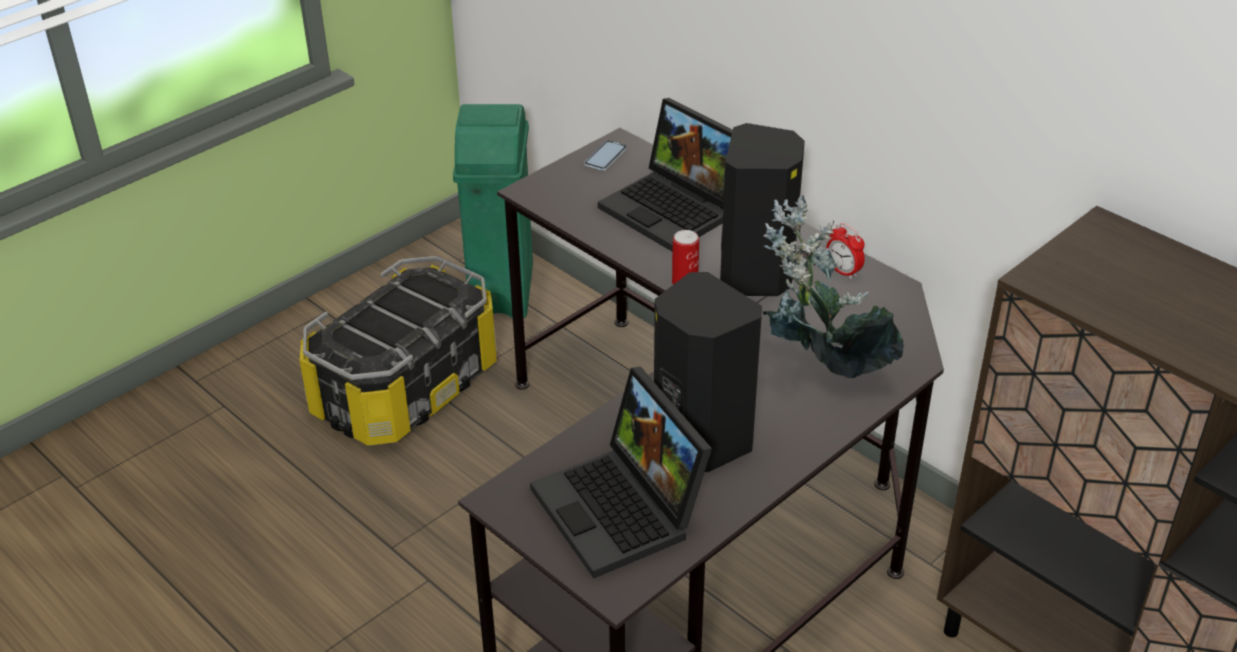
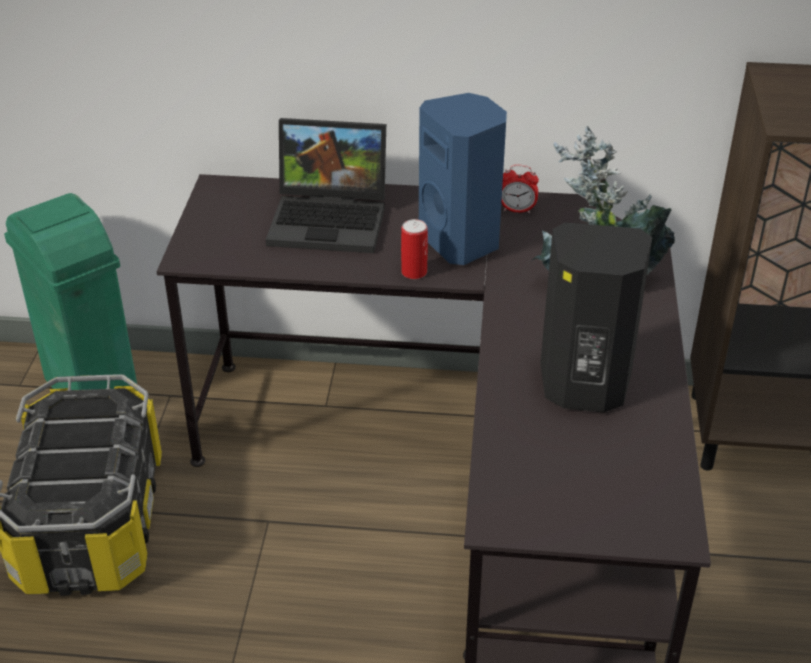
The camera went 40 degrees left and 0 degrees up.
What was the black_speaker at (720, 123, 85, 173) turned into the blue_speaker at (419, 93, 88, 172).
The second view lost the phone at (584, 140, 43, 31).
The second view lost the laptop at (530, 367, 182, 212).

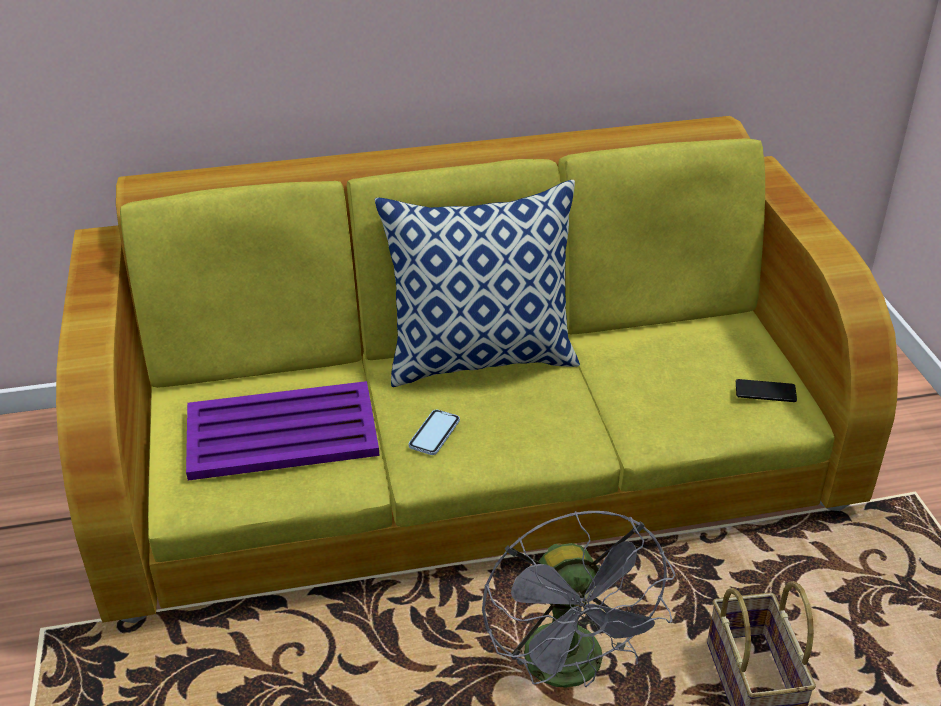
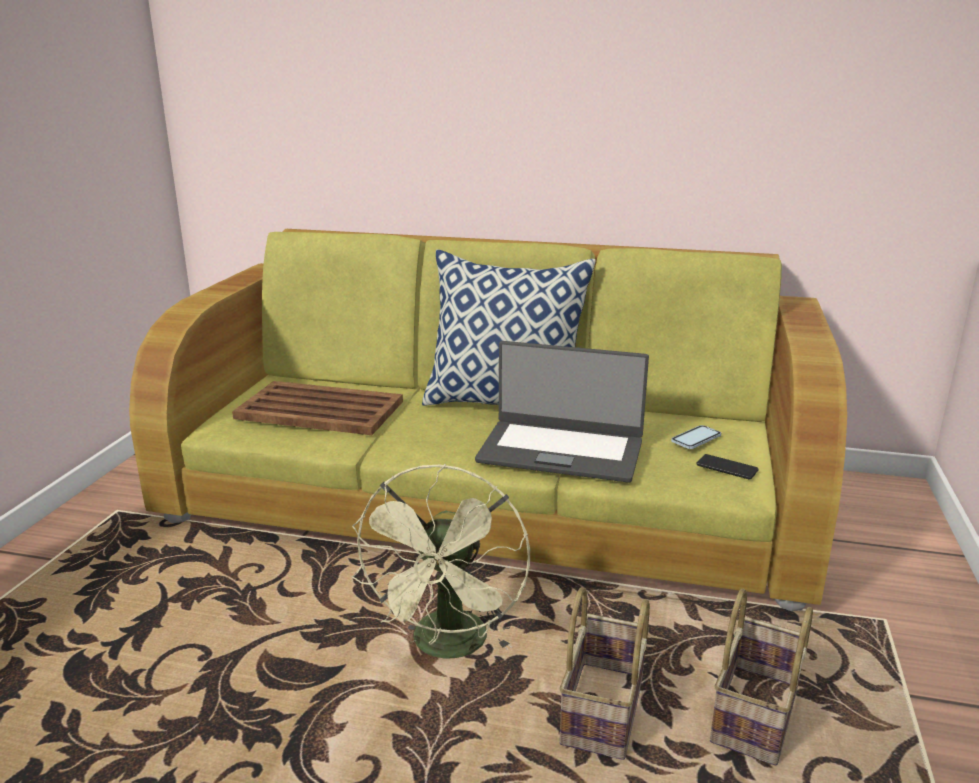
The camera went 25 degrees right and 15 degrees down.
What was the purple_tray at (186, 381, 193, 100) turned into the brown_tray at (232, 381, 171, 54).
The phone ended up elsewhere, having gone from (409, 410, 51, 45) to (671, 425, 50, 24).
What was the grey_fan at (482, 511, 193, 177) turned into the green_fan at (352, 464, 178, 195).
The second view gained the laptop at (475, 341, 174, 142).
The second view gained the basket at (710, 589, 103, 176).

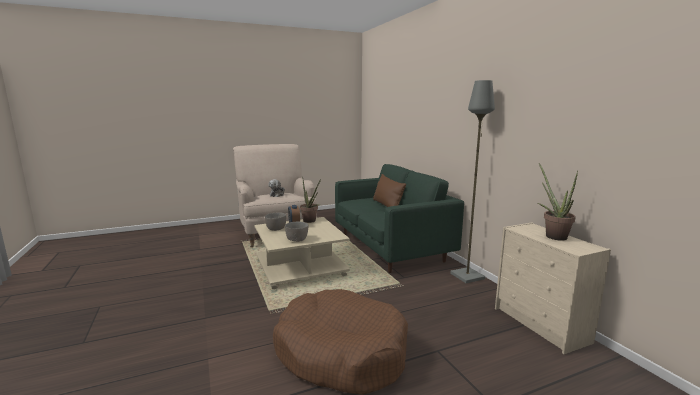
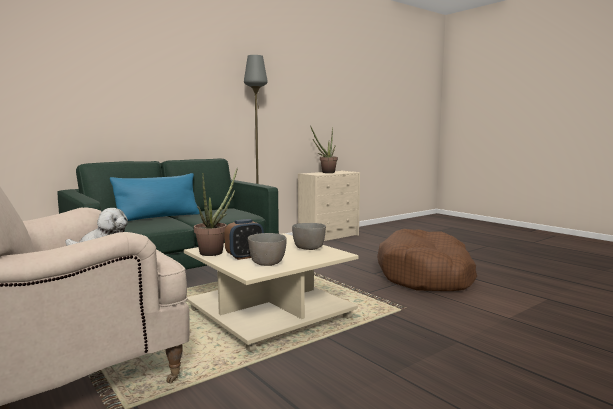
The camera went 105 degrees left and 5 degrees down.
What was the brown_pillow at (373, 174, 33, 33) turned into the blue_pillow at (110, 173, 90, 48).

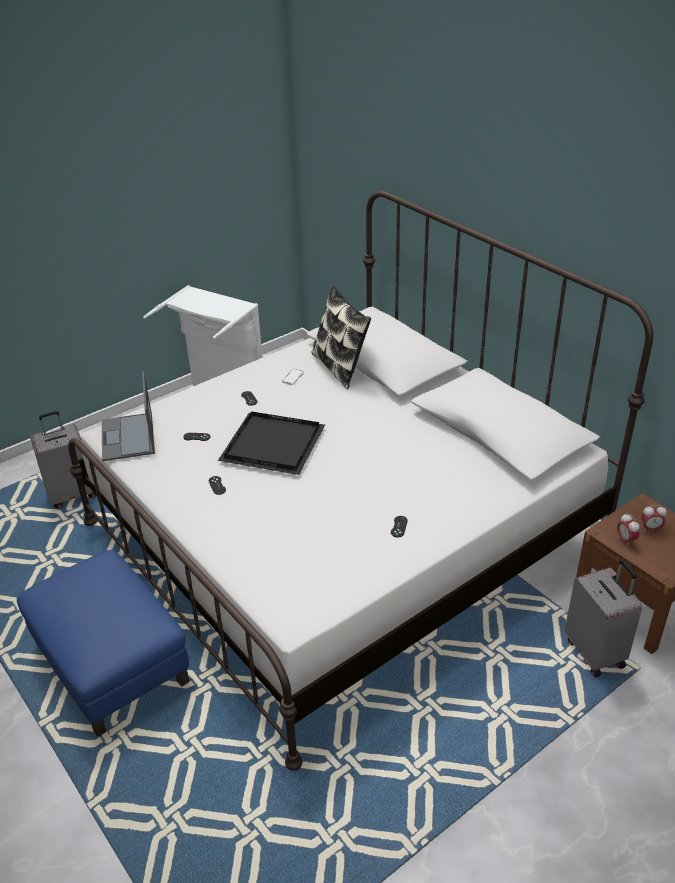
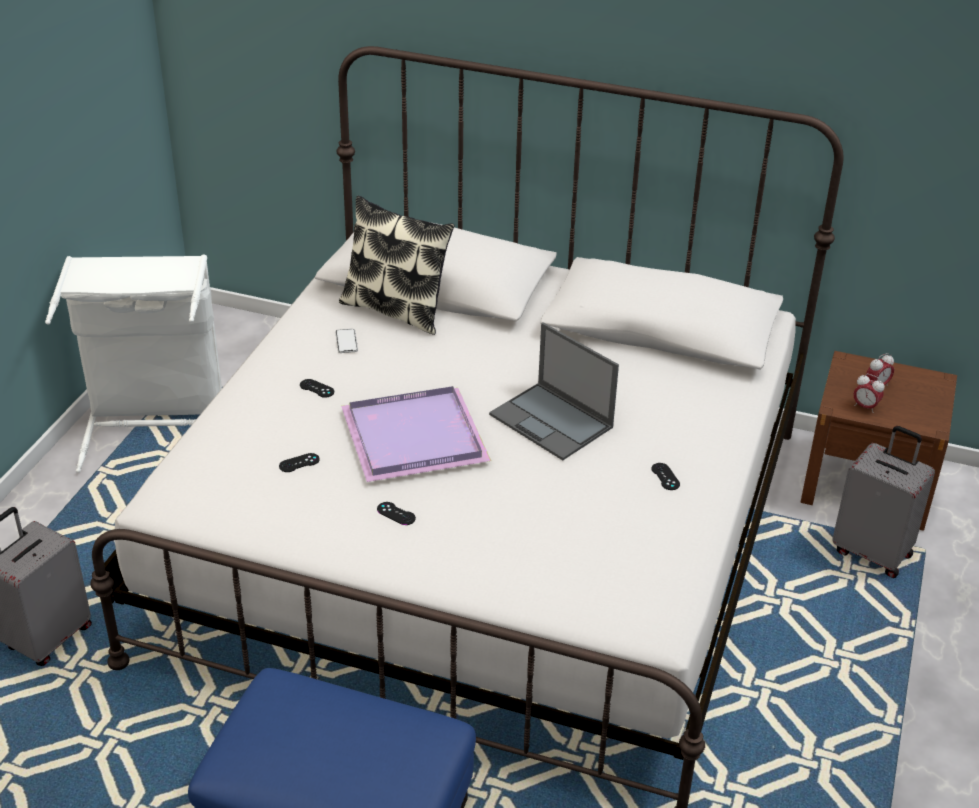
The camera went 35 degrees left and 0 degrees up.
The laptop ended up elsewhere, having gone from (102, 372, 53, 89) to (489, 322, 130, 138).
What was the black_tray at (218, 411, 107, 64) turned into the purple_tray at (341, 386, 150, 96).

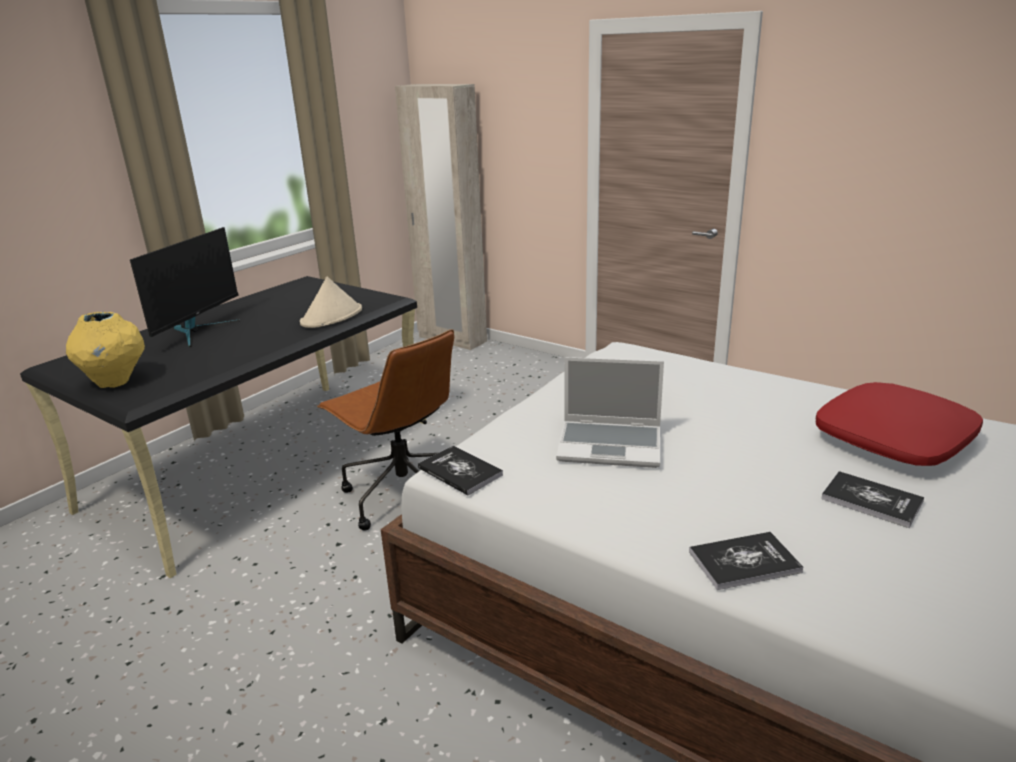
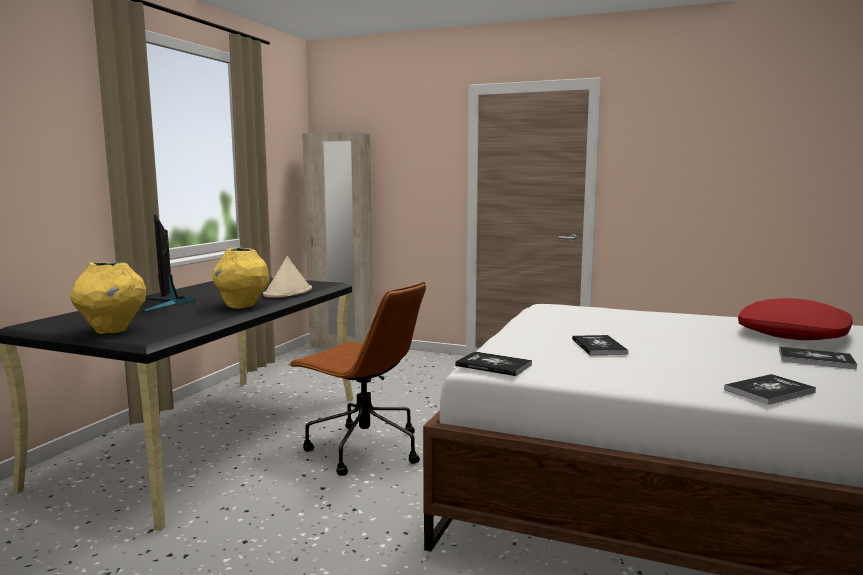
The camera went 15 degrees left and 15 degrees down.
The monitor at (130, 227, 110, 120) ended up facing another way, 150 degrees clockwise from before.
Where the laptop stood at (556, 357, 108, 111), the book came to stand at (572, 335, 57, 20).
The second view gained the yellow_vase at (213, 247, 56, 62).

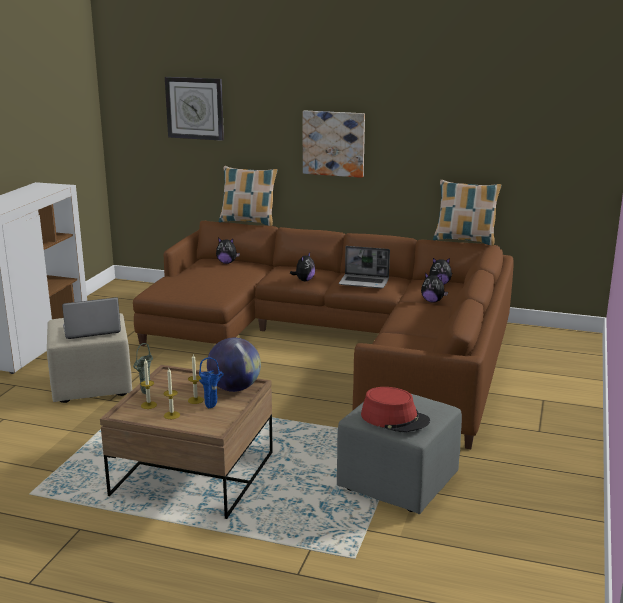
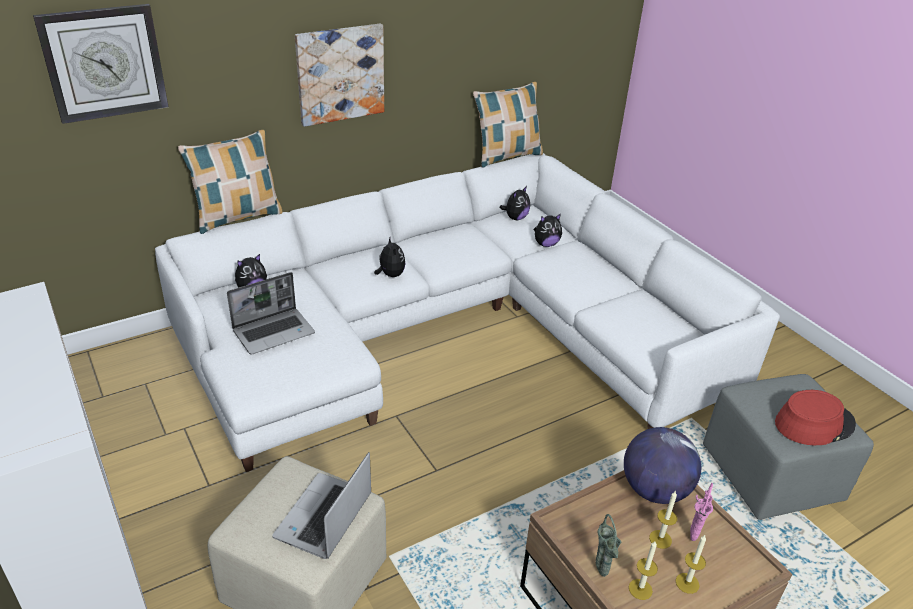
The camera went 50 degrees left and 15 degrees up.
What was the brown_sofa at (133, 221, 380, 228) turned into the white_sofa at (155, 153, 625, 319).
The laptop ended up elsewhere, having gone from (339, 246, 51, 42) to (227, 272, 88, 83).
What was the blue_vase at (199, 357, 25, 51) turned into the pink_vase at (690, 483, 23, 58).

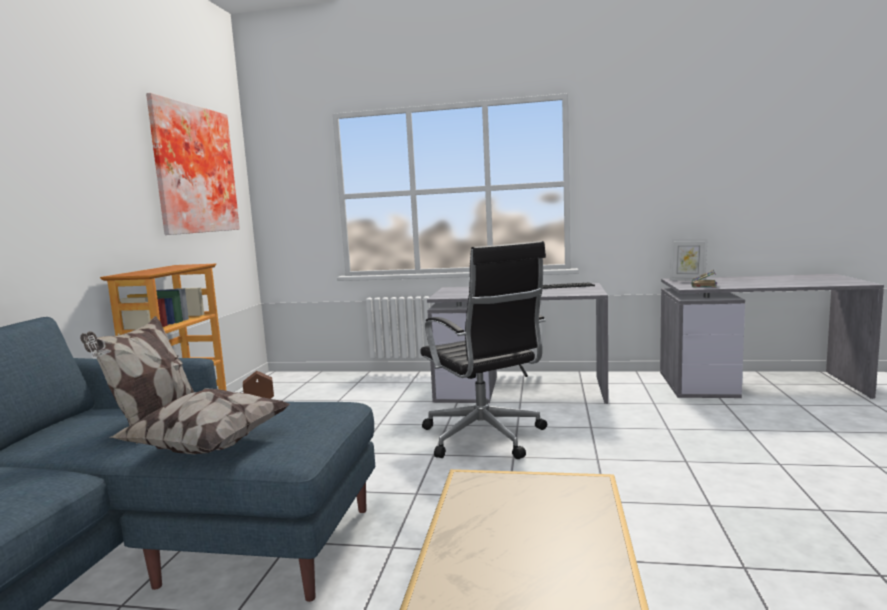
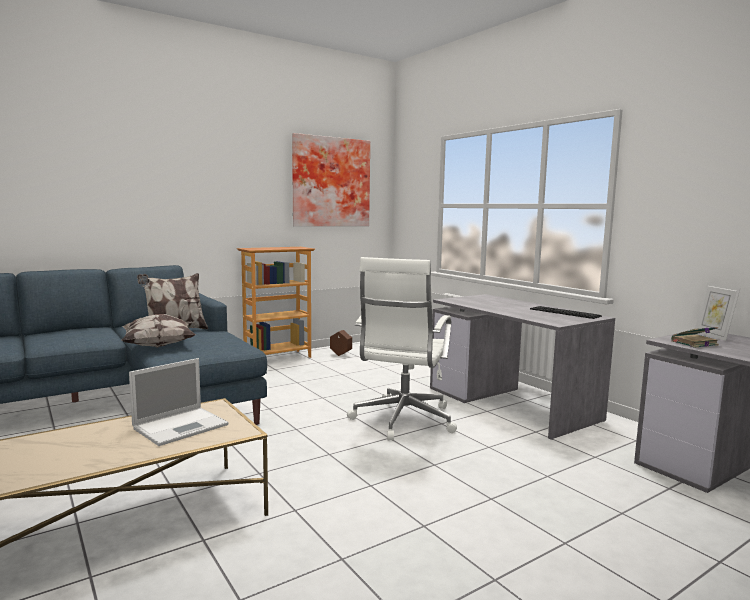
The camera went 45 degrees right and 0 degrees up.
What was the black_office_chair at (420, 241, 127, 218) turned into the white_office_chair at (347, 257, 110, 183).
The second view gained the laptop at (129, 358, 100, 88).

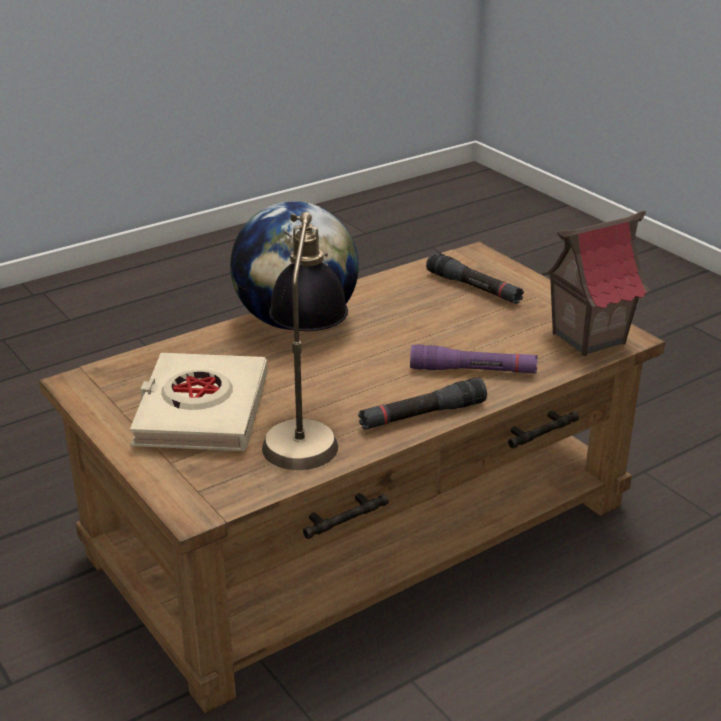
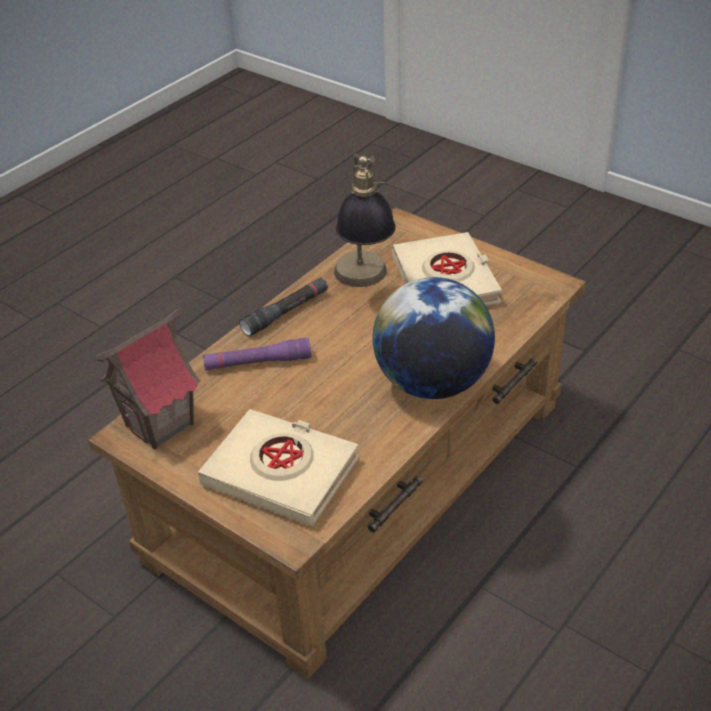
The camera went 165 degrees right and 10 degrees up.
Where the black_flashlight stood at (426, 252, 98, 52), the beige_book came to stand at (198, 409, 161, 117).

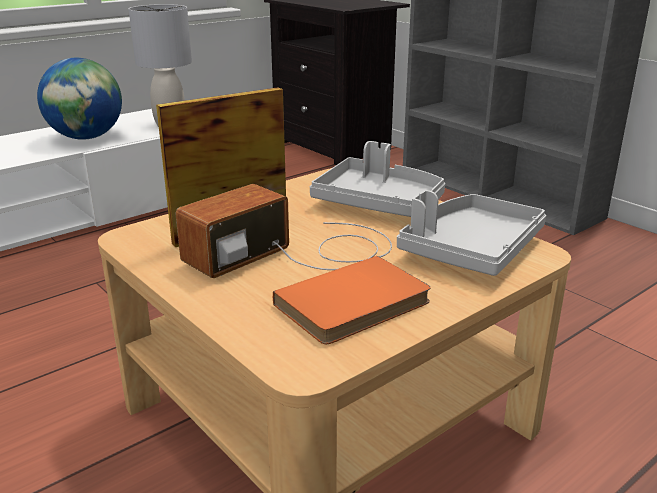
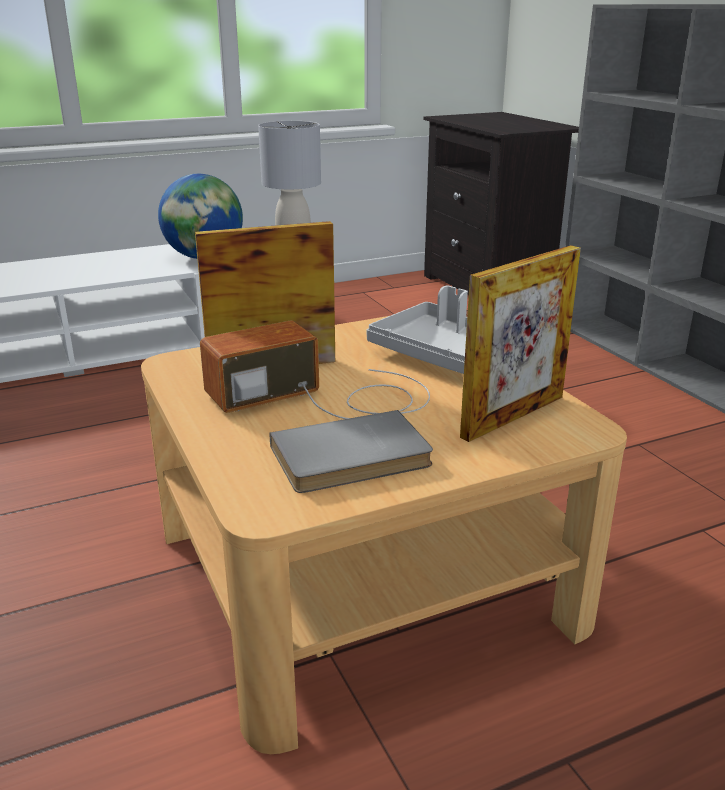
The camera went 15 degrees right and 0 degrees up.
Where the grey_tray stood at (397, 190, 149, 86), the picture_frame came to stand at (460, 245, 121, 197).
What was the orange_book at (273, 256, 157, 88) turned into the grey_book at (270, 410, 163, 83).

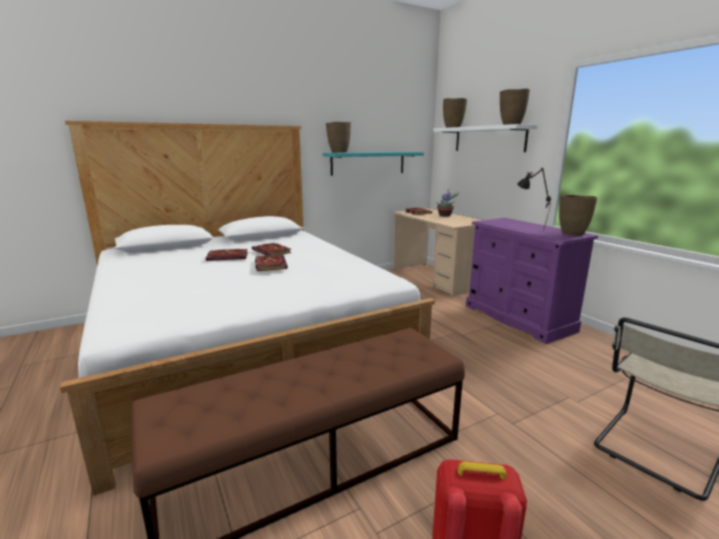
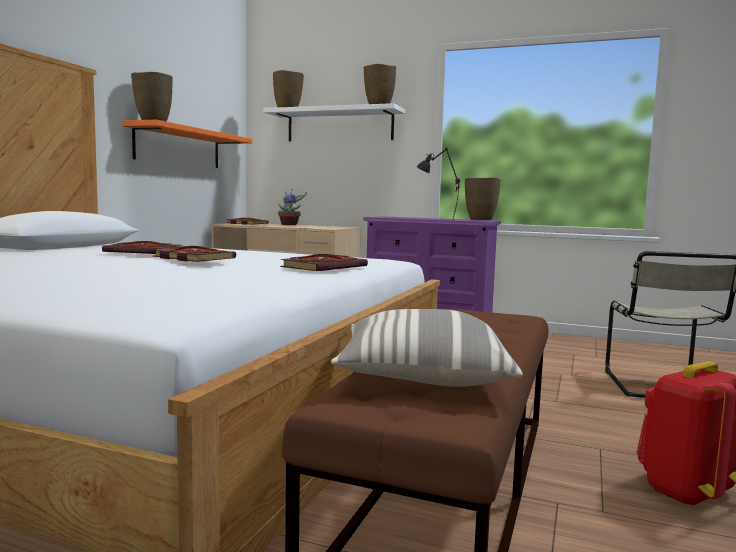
The camera went 40 degrees left and 10 degrees down.
What was the turquoise_shelf at (323, 152, 101, 24) turned into the orange_shelf at (122, 120, 130, 48).
The book ended up elsewhere, having gone from (206, 249, 42, 12) to (280, 254, 88, 17).
The second view gained the pillow at (331, 309, 192, 78).

